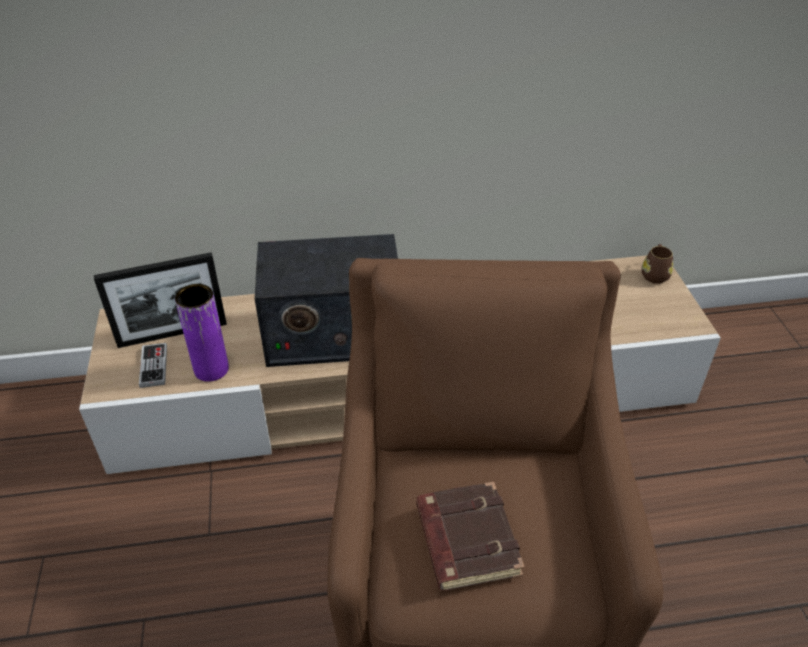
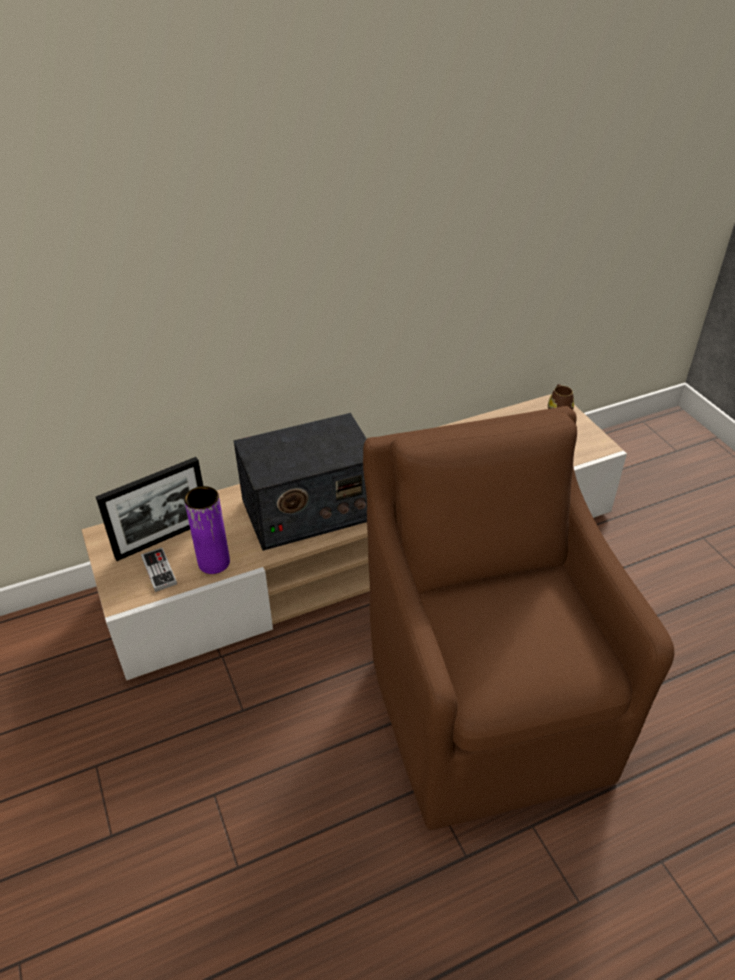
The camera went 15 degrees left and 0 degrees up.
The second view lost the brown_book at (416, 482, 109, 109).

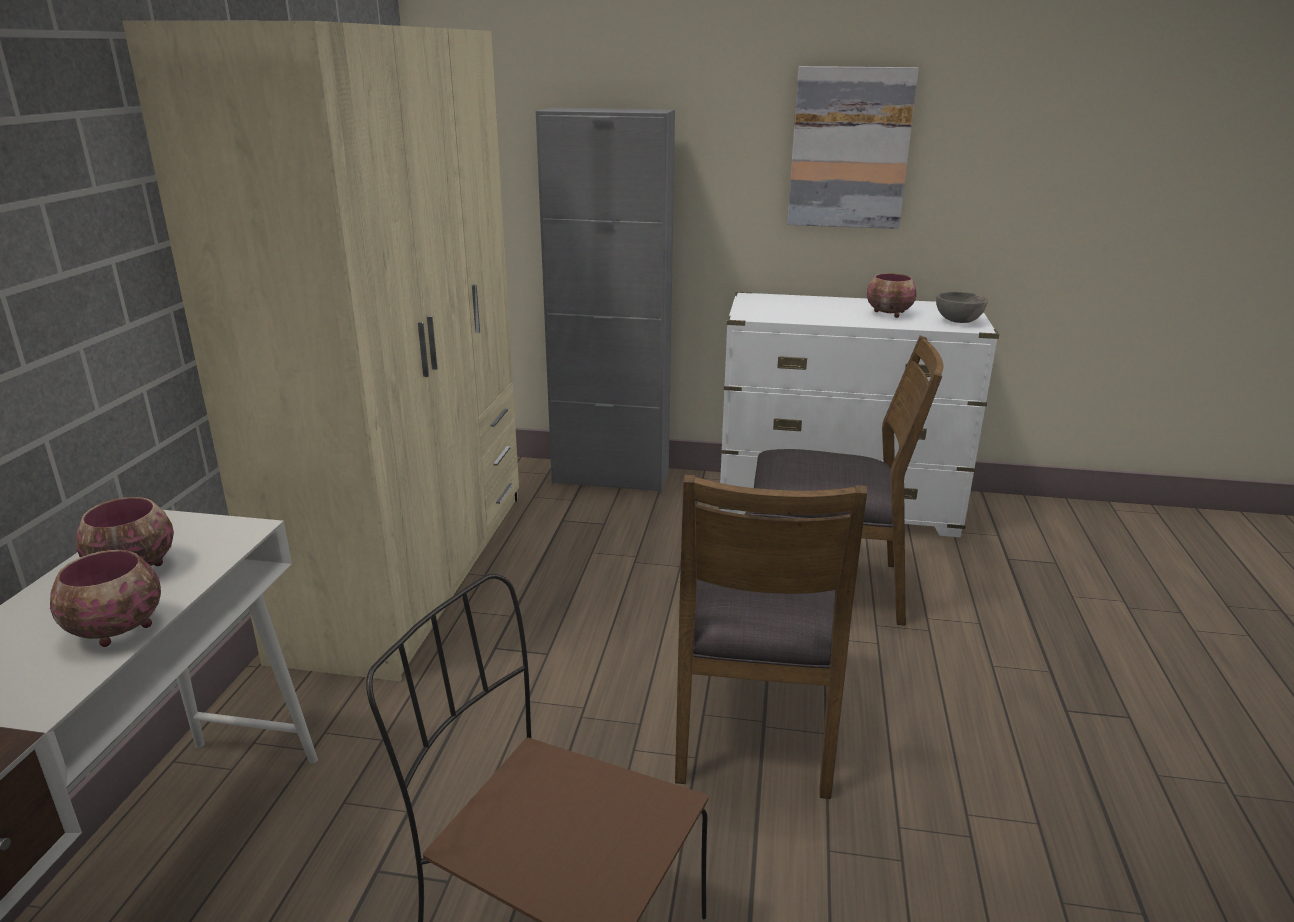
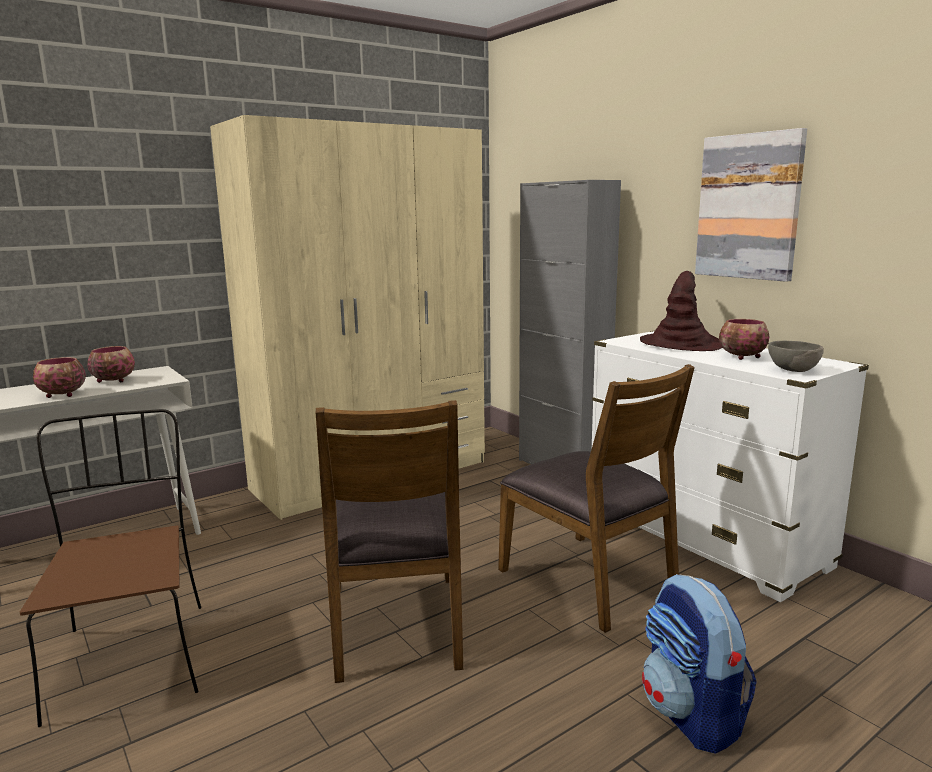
The camera went 45 degrees right and 10 degrees down.
The brown_chair at (675, 475, 192, 324) ended up facing another way, 60 degrees counterclockwise from before.
The second view gained the brown_hat at (640, 271, 83, 80).
The second view gained the backpack at (642, 574, 115, 180).

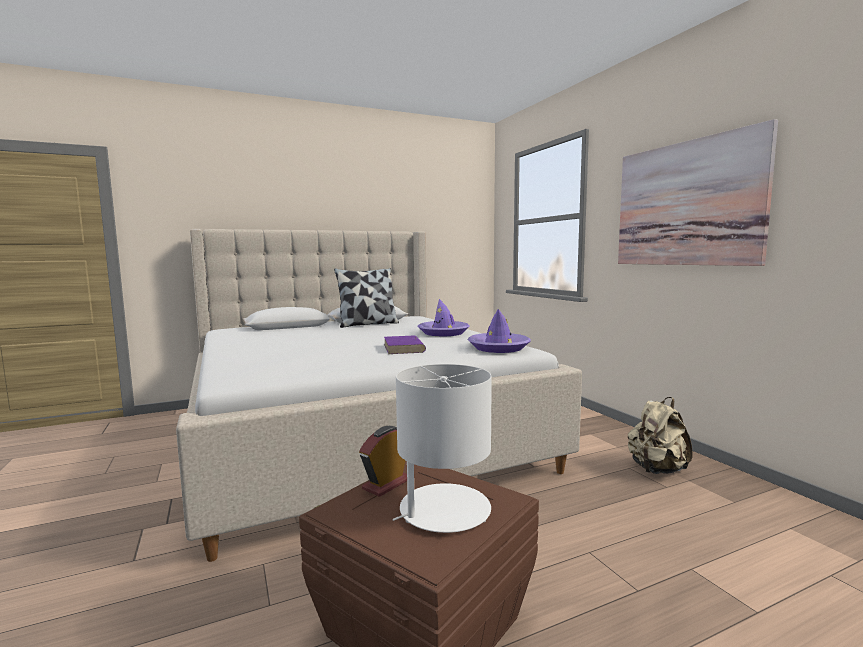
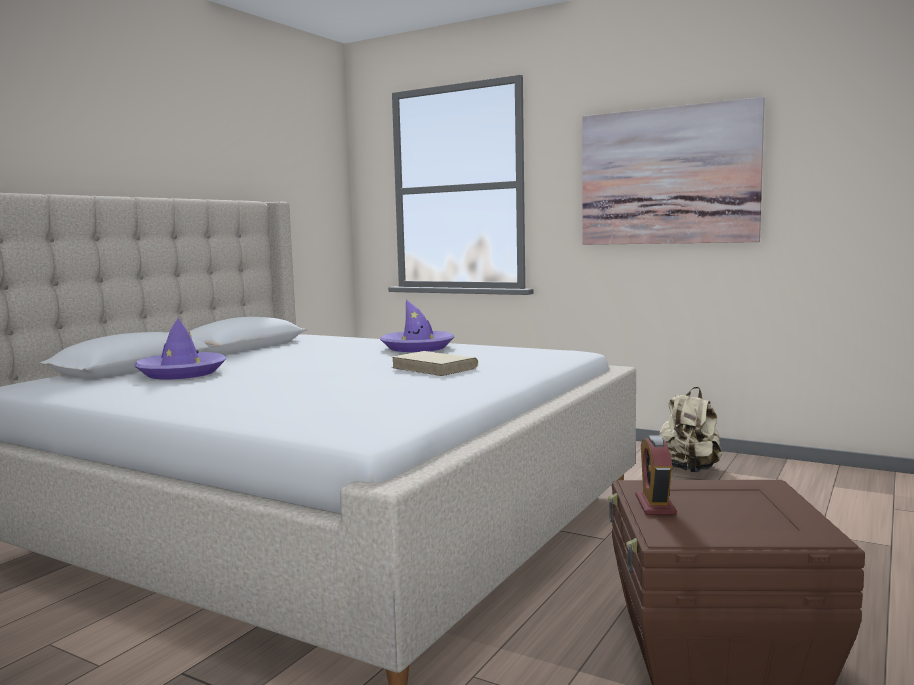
The camera went 35 degrees left and 0 degrees up.
The second view lost the pillow at (334, 268, 65, 60).
The purple_hat ended up elsewhere, having gone from (467, 309, 64, 44) to (134, 319, 93, 60).
What was the purple_book at (384, 336, 42, 18) turned into the beige_book at (392, 351, 86, 25).
The second view lost the white_table_lamp at (392, 364, 100, 169).

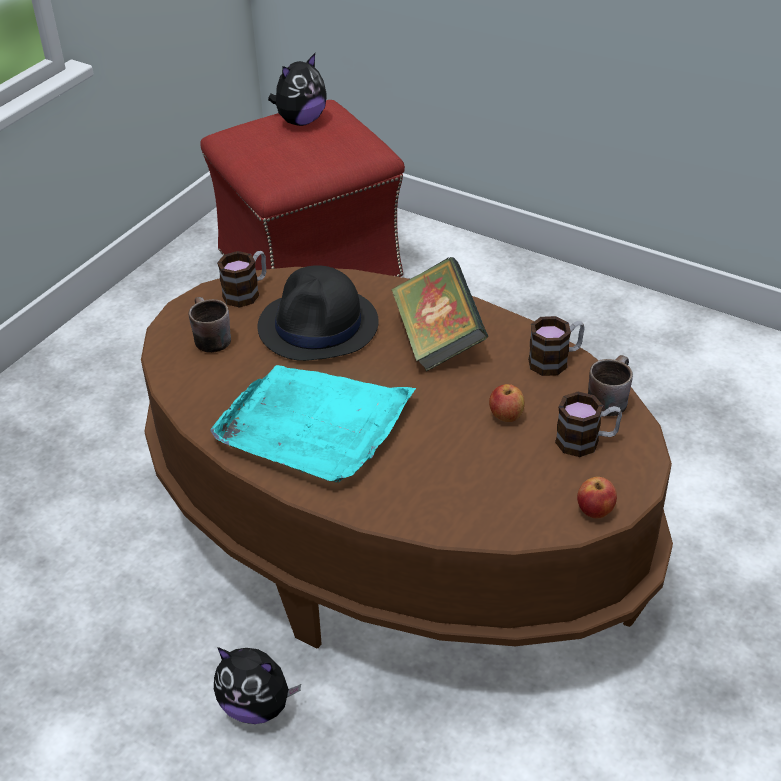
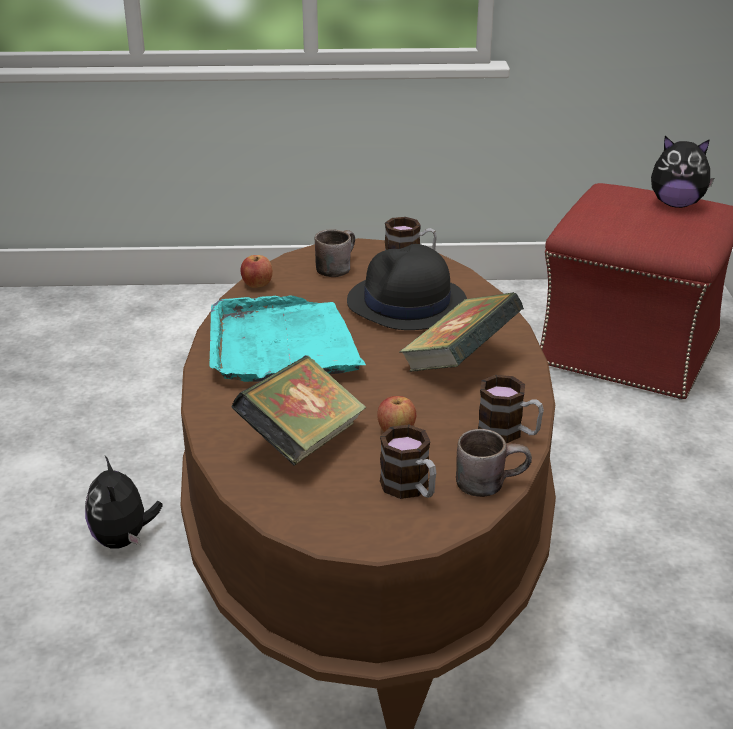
The camera went 55 degrees right and 10 degrees down.
The apple ended up elsewhere, having gone from (577, 477, 40, 41) to (241, 255, 32, 33).
The second view gained the book at (231, 355, 135, 111).

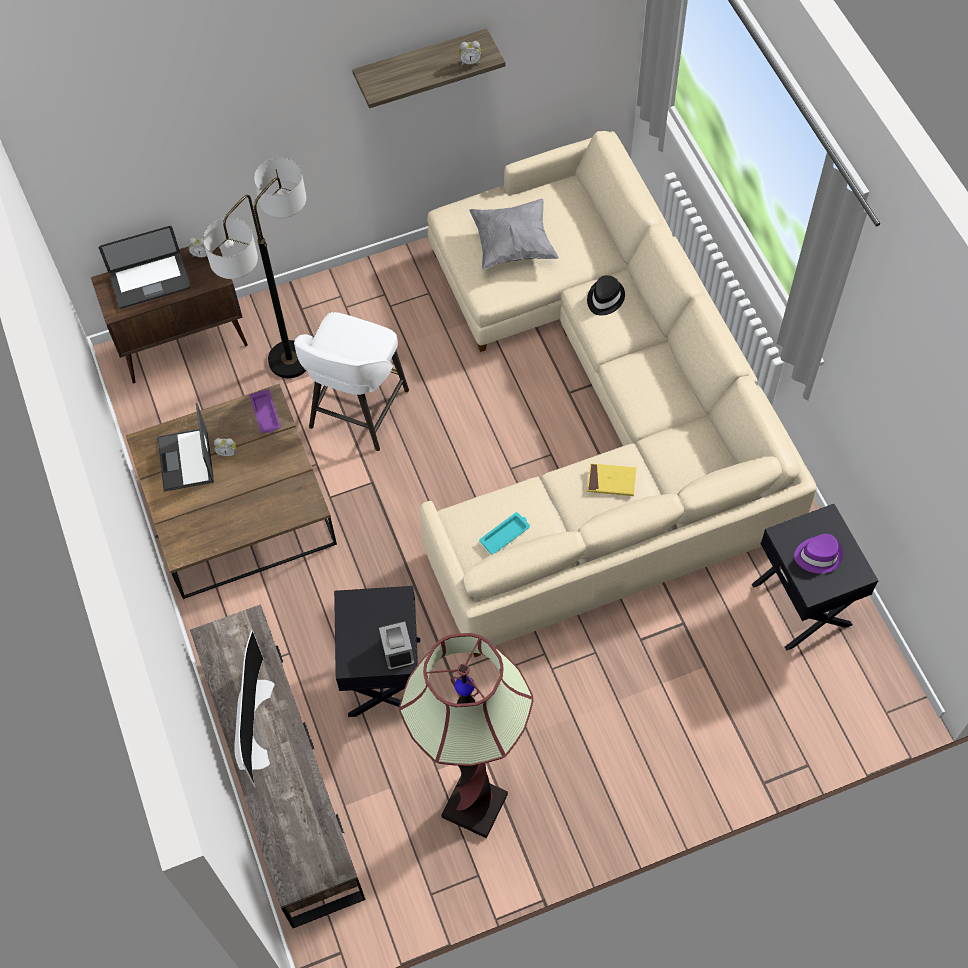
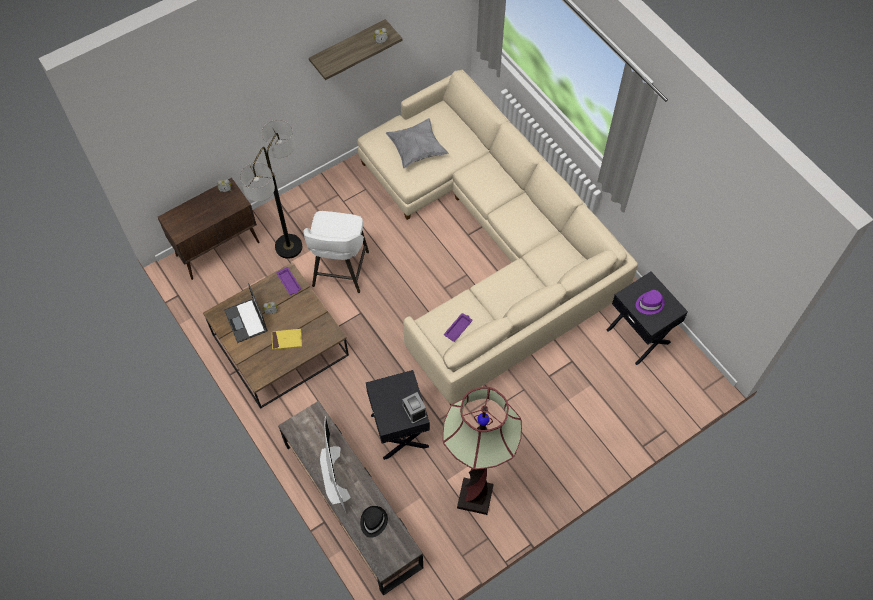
The camera went 15 degrees left and 0 degrees up.
The second view lost the laptop at (99, 226, 92, 83).
The black_hat ended up elsewhere, having gone from (587, 275, 38, 41) to (360, 506, 28, 32).
The yellow_book ended up elsewhere, having gone from (587, 463, 49, 33) to (272, 329, 30, 21).
What was the turquoise_tray at (479, 512, 51, 42) turned into the purple_tray at (444, 313, 28, 29).

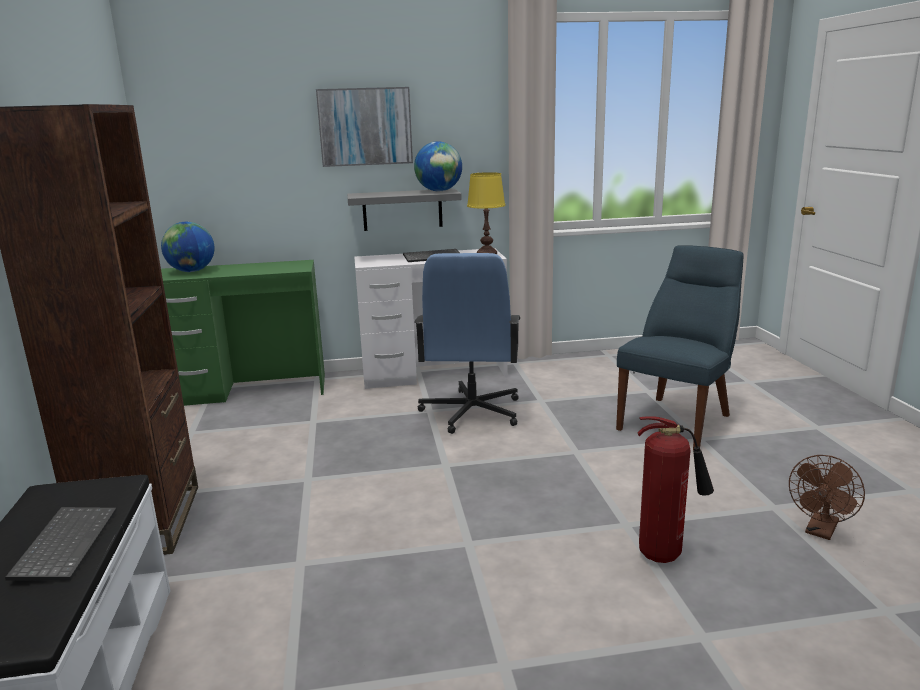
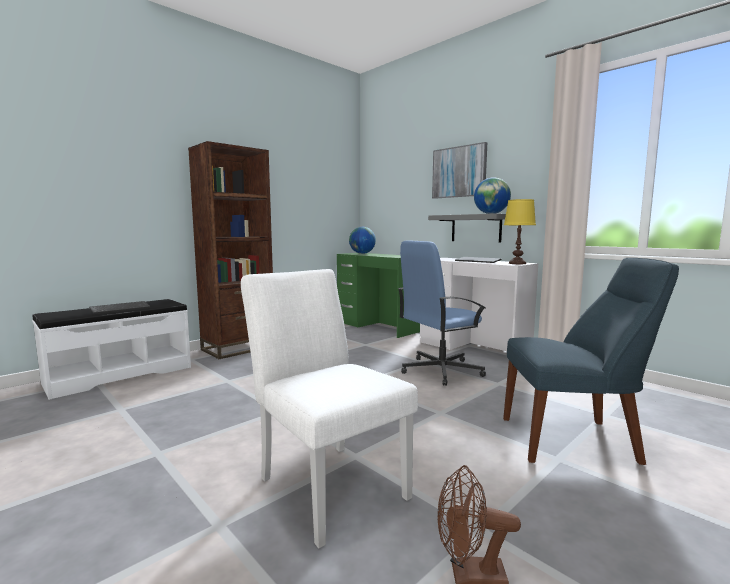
The camera went 55 degrees right and 10 degrees down.
Where the fire_extinguisher stood at (638, 416, 76, 147), the white_chair came to stand at (241, 269, 177, 280).

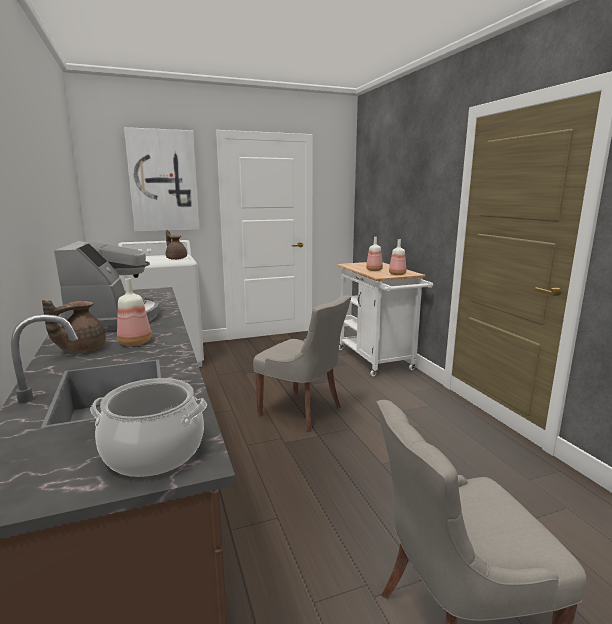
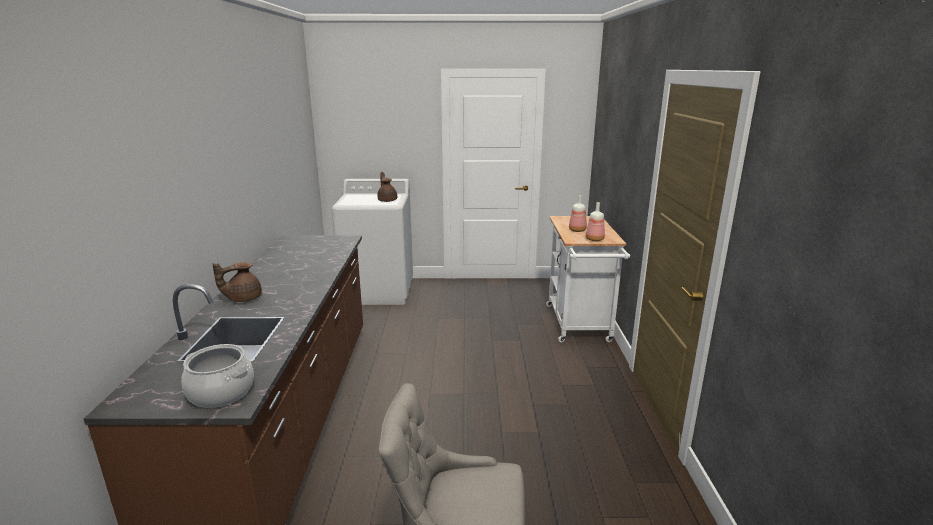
The camera went 20 degrees right and 5 degrees up.
The second view lost the picture at (124, 127, 76, 105).
The second view lost the coffee_machine at (54, 241, 106, 90).
The second view lost the bottle at (117, 278, 35, 68).
The second view lost the grey_chair at (253, 295, 98, 137).

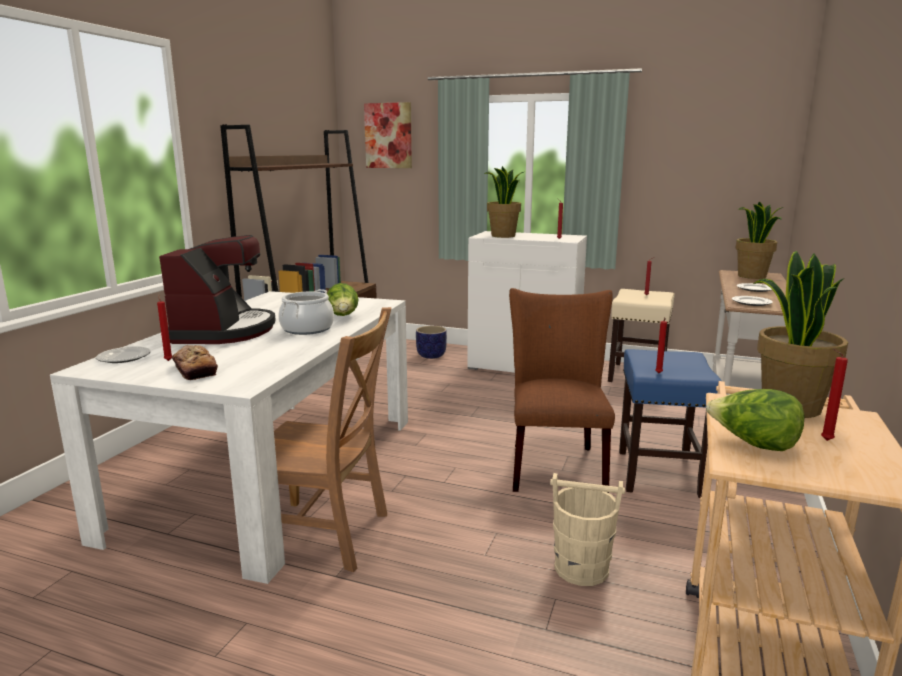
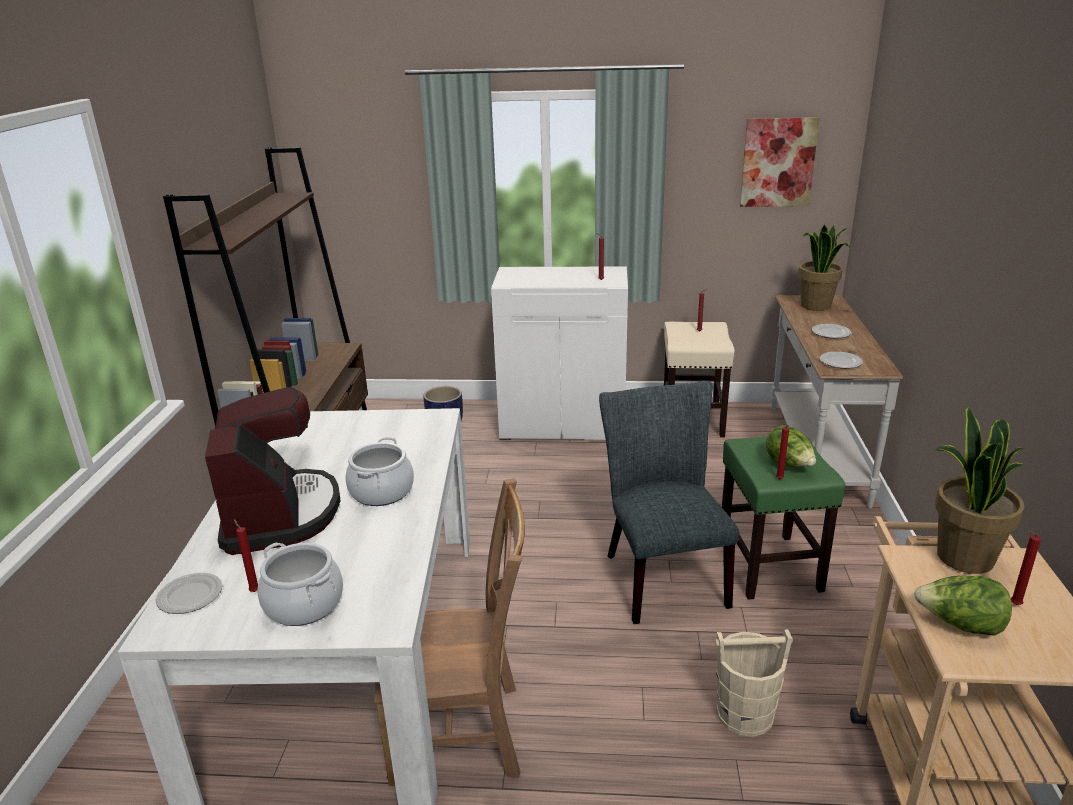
The camera went 15 degrees left and 10 degrees up.
The picture ended up elsewhere, having gone from (364, 102, 48, 66) to (740, 117, 79, 90).
The second view lost the potted_plant at (484, 166, 40, 72).
The lettuce ended up elsewhere, having gone from (327, 283, 32, 33) to (766, 425, 50, 42).
What was the brown_chair at (509, 288, 106, 205) turned into the grey_chair at (599, 381, 140, 243).
Where the bread stood at (172, 345, 46, 35), the cooking_pot came to stand at (257, 543, 86, 83).
What was the blue_stool at (619, 349, 102, 149) turned into the green_stool at (722, 434, 123, 166).

